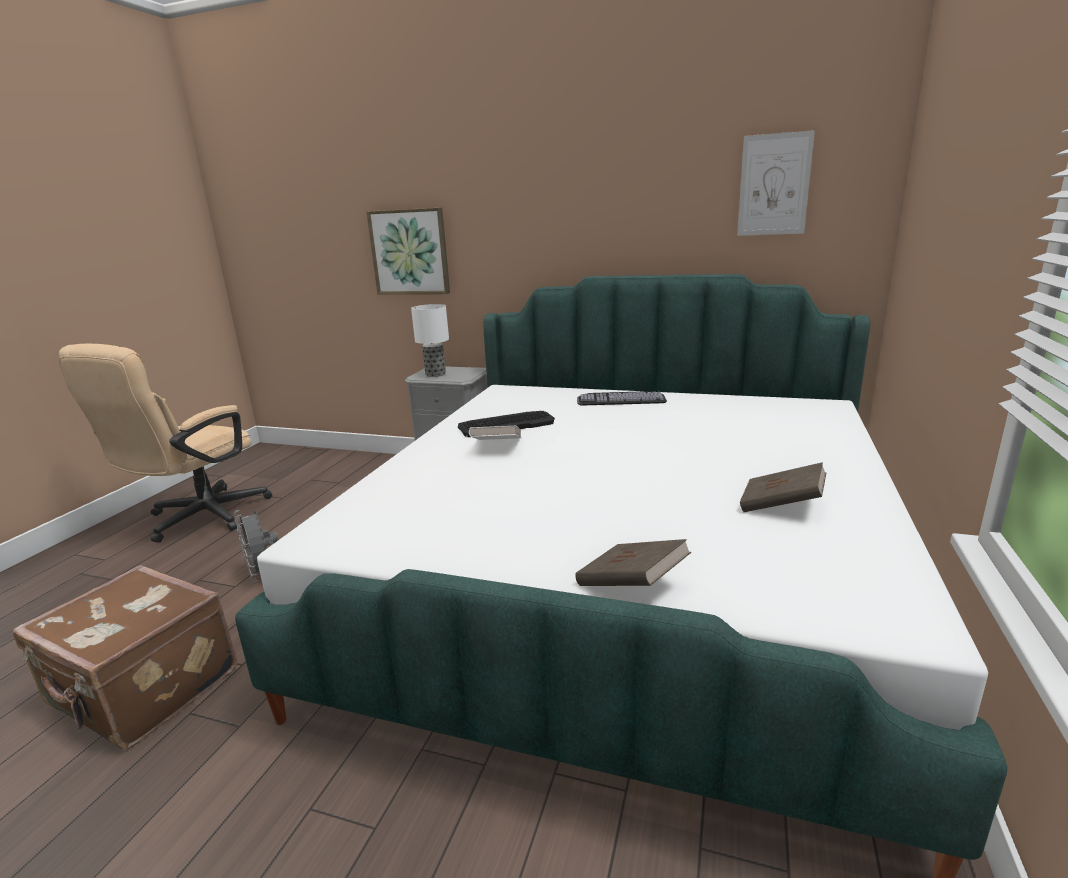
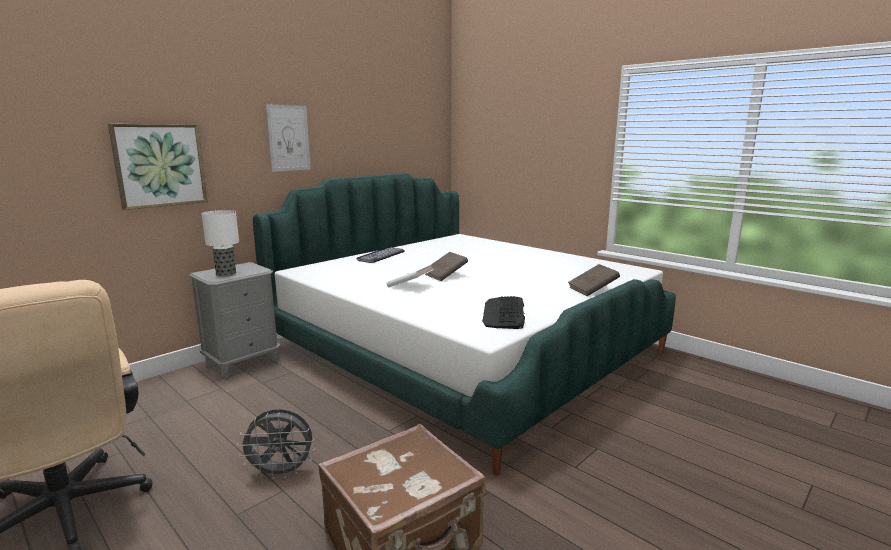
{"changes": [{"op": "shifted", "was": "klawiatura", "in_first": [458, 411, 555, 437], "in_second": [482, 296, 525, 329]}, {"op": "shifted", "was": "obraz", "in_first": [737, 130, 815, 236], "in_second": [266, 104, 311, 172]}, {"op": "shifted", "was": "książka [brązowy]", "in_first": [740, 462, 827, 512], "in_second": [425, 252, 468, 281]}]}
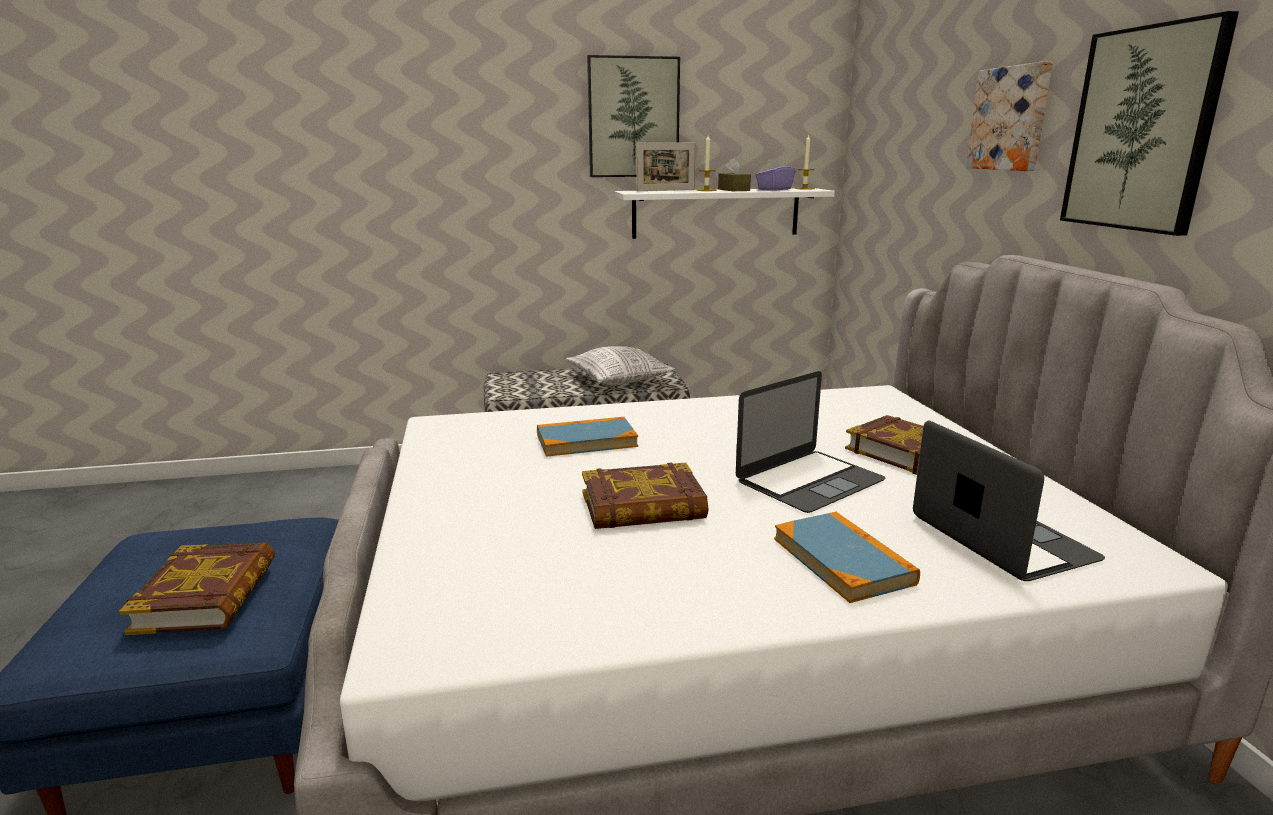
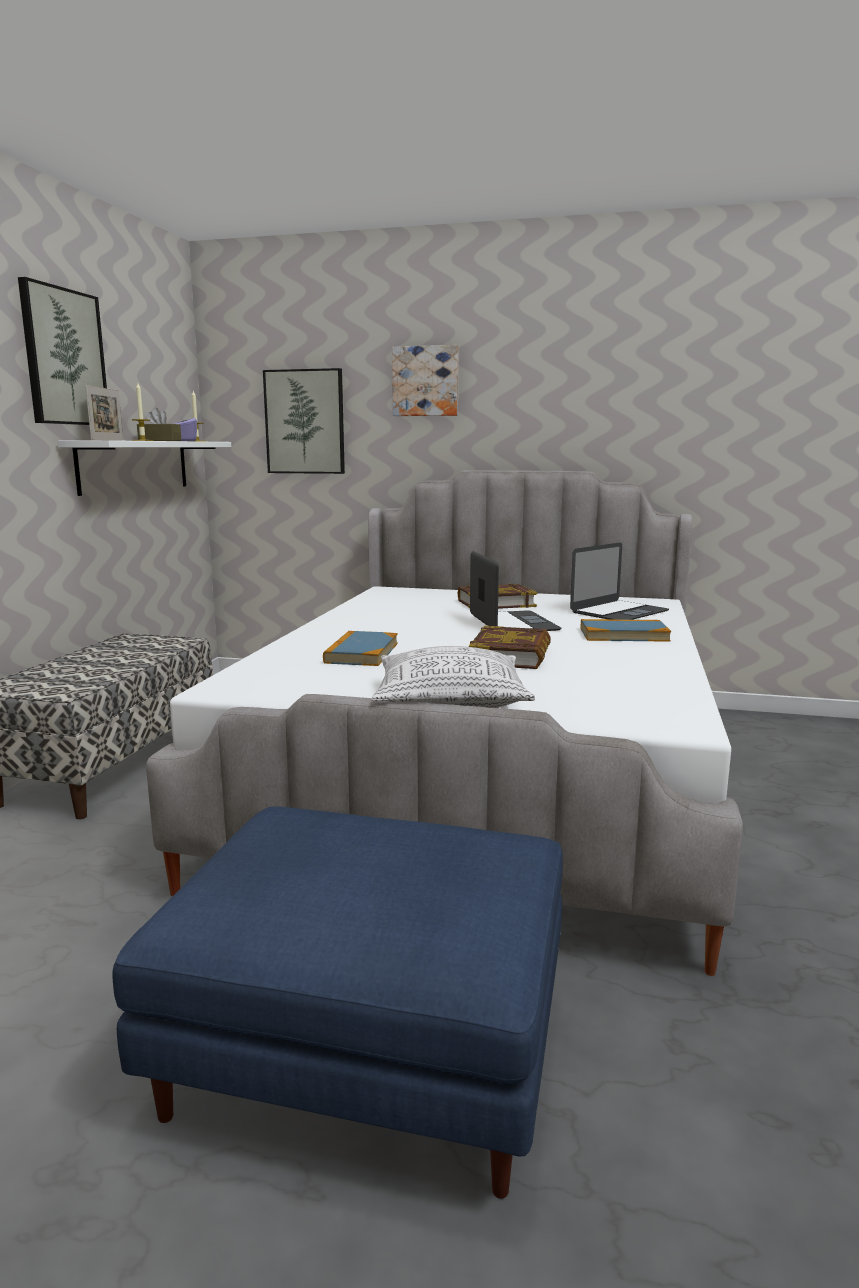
{"changes": [{"op": "gone", "was": "książka", "in_first": [119, 542, 275, 635]}, {"op": "shifted", "was": "poduszka", "in_first": [566, 346, 675, 385], "in_second": [372, 646, 535, 708]}, {"op": "rotated", "was": "laptop", "in_first": [913, 421, 1105, 581], "in_second": [570, 543, 669, 620], "clockwise": 135}, {"op": "shifted", "was": "obraz", "in_first": [1060, 11, 1239, 236], "in_second": [263, 368, 345, 474]}]}
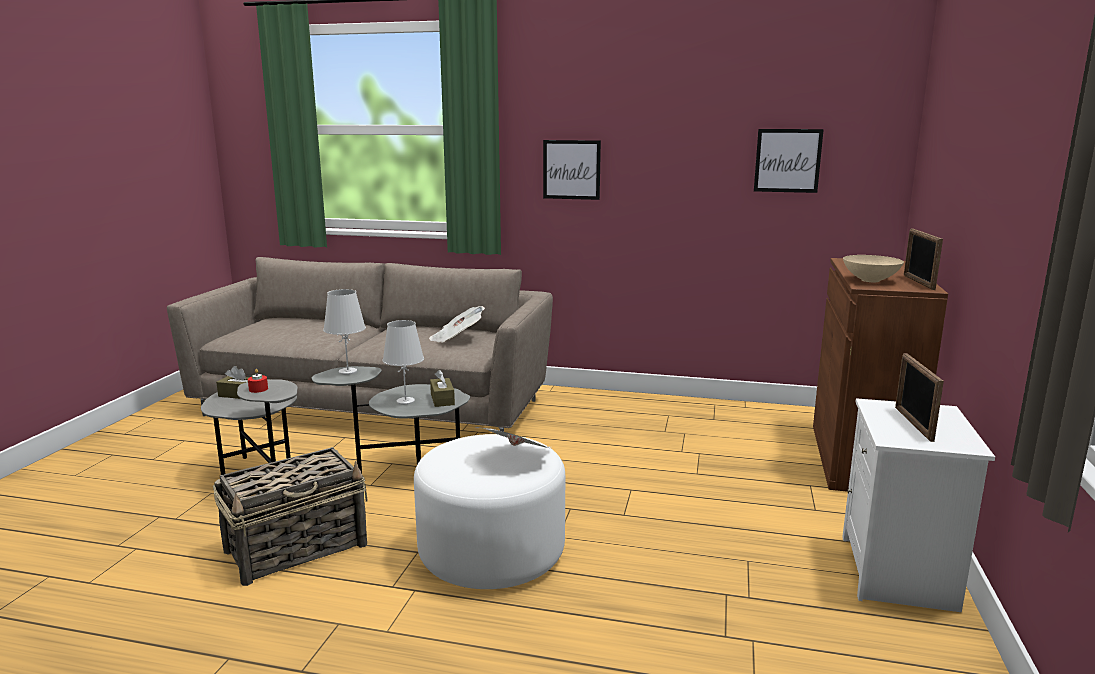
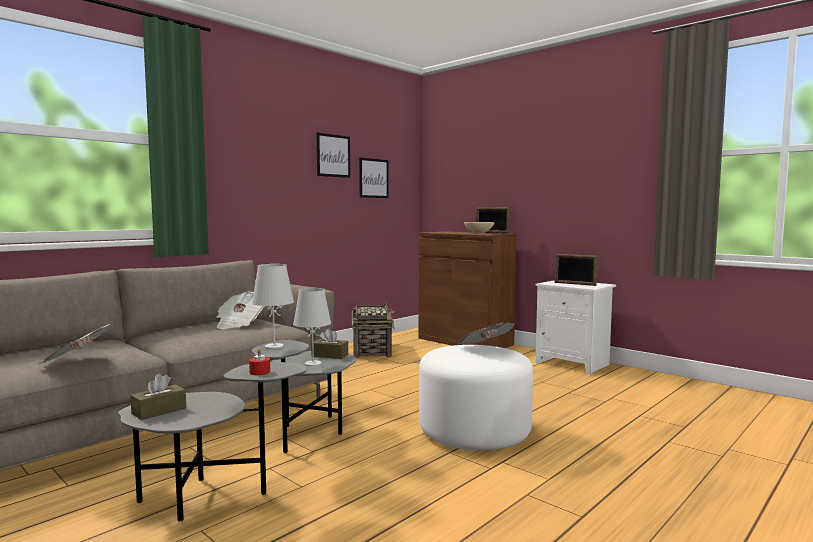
{"changes": [{"op": "shifted", "was": "koszyk", "in_first": [213, 447, 368, 586], "in_second": [352, 301, 395, 358]}, {"op": "shifted", "was": "obraz", "in_first": [543, 140, 601, 200], "in_second": [316, 133, 350, 178]}, {"op": "new", "now": "gazeta", "in_second": [39, 324, 114, 364]}]}
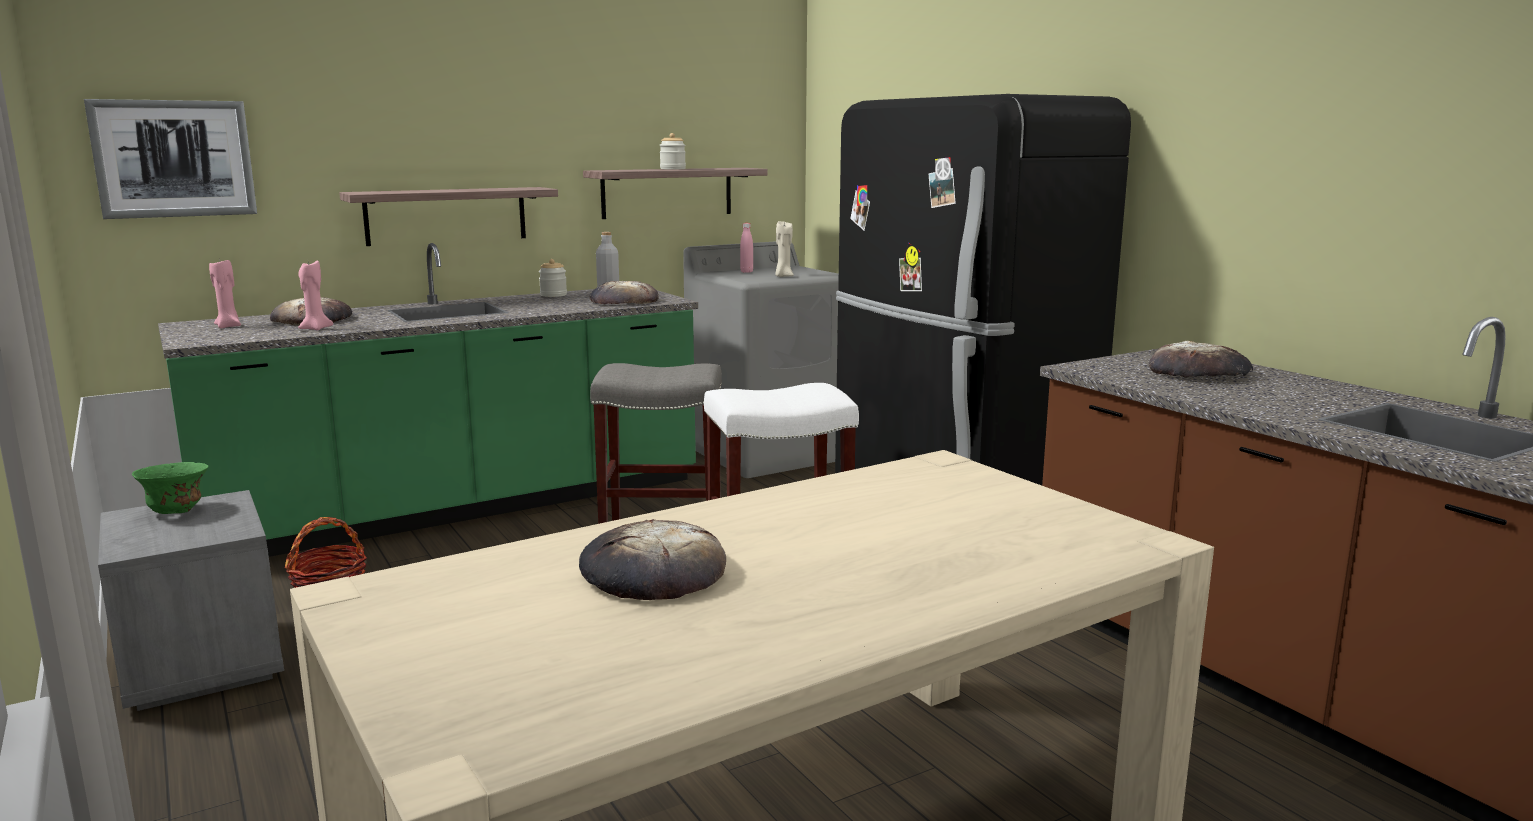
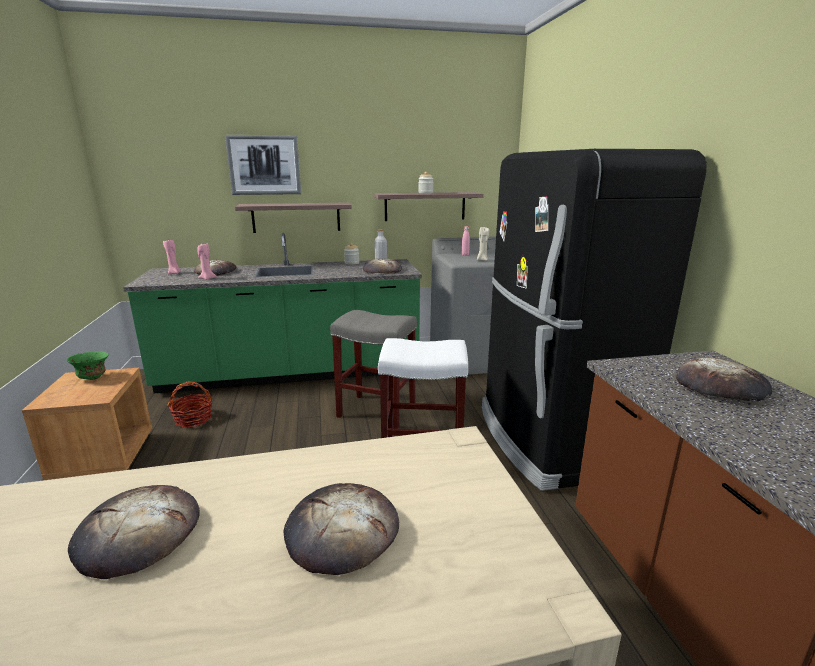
{"changes": [{"op": "shifted", "was": "obraz", "in_first": [84, 99, 257, 219], "in_second": [225, 135, 301, 195]}, {"op": "repainted", "was": "szafka nocna [szary]", "now": "szafka nocna [brązowy]", "in_first": [98, 490, 284, 711], "in_second": [22, 368, 152, 481]}, {"op": "new", "now": "chleb", "in_second": [284, 483, 399, 575]}]}
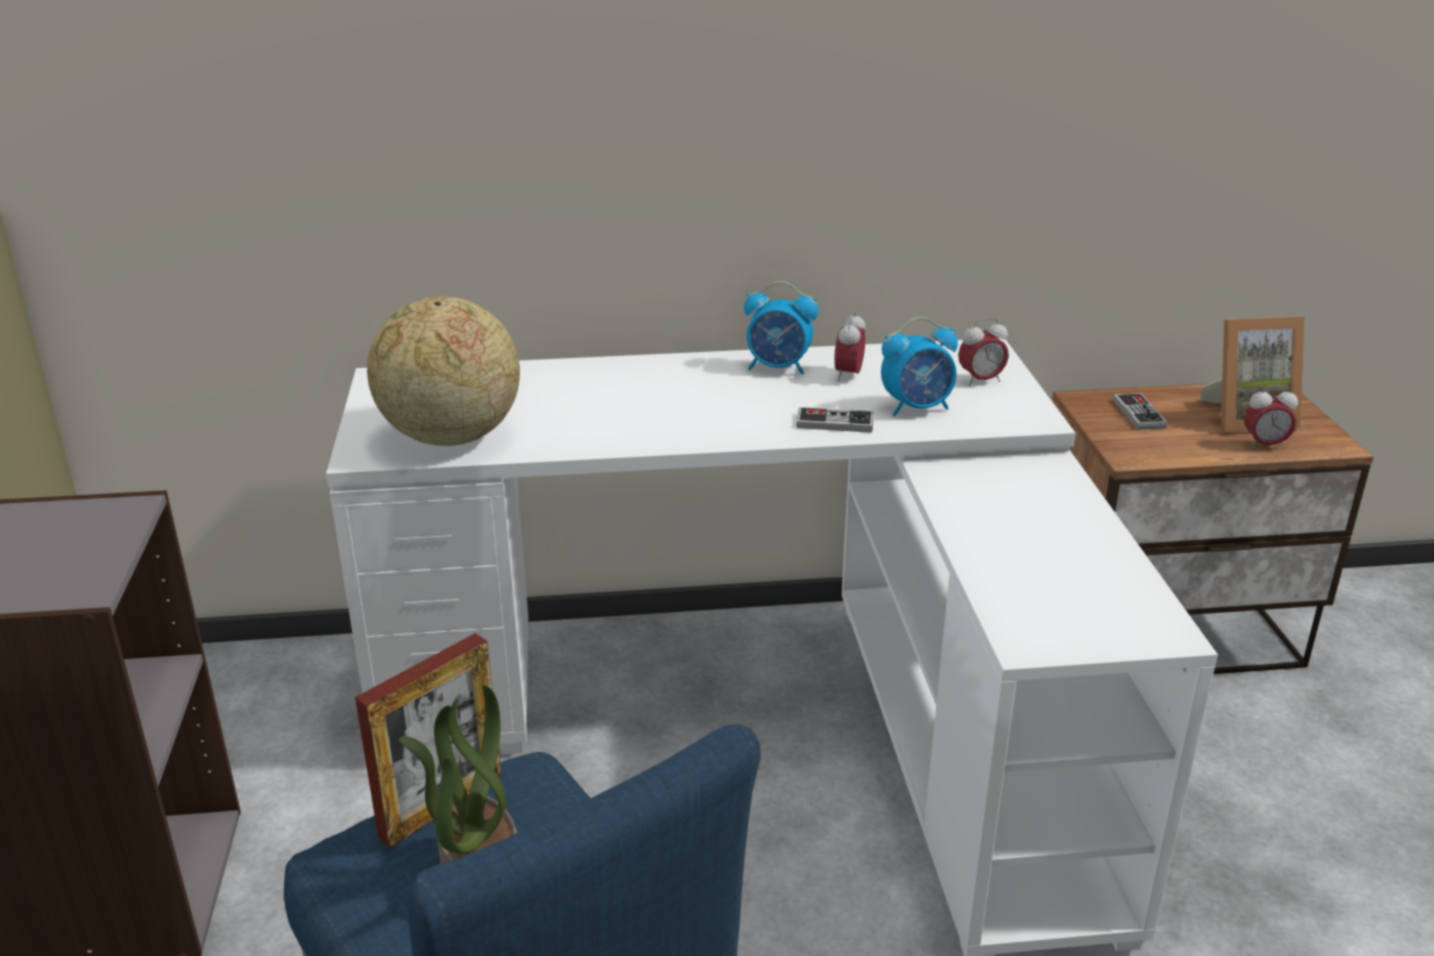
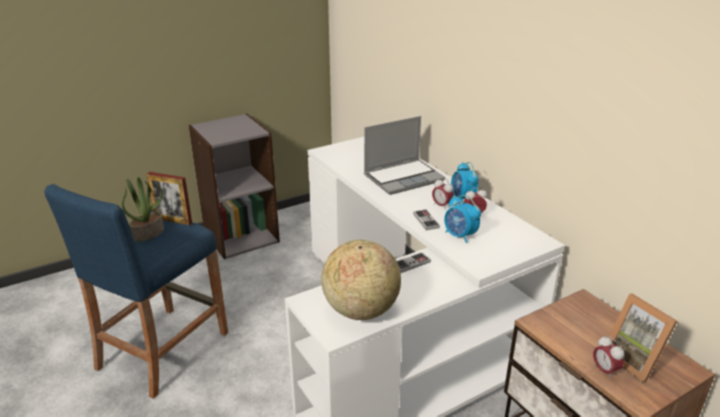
{"changes": [{"op": "shifted", "was": "globus", "in_first": [367, 296, 520, 446], "in_second": [321, 240, 401, 320]}, {"op": "shifted", "was": "budzik", "in_first": [958, 317, 1009, 386], "in_second": [432, 178, 454, 210]}, {"op": "shifted", "was": "pad do gier", "in_first": [1113, 393, 1167, 430], "in_second": [397, 252, 431, 273]}, {"op": "new", "now": "laptop", "in_second": [364, 116, 445, 195]}]}
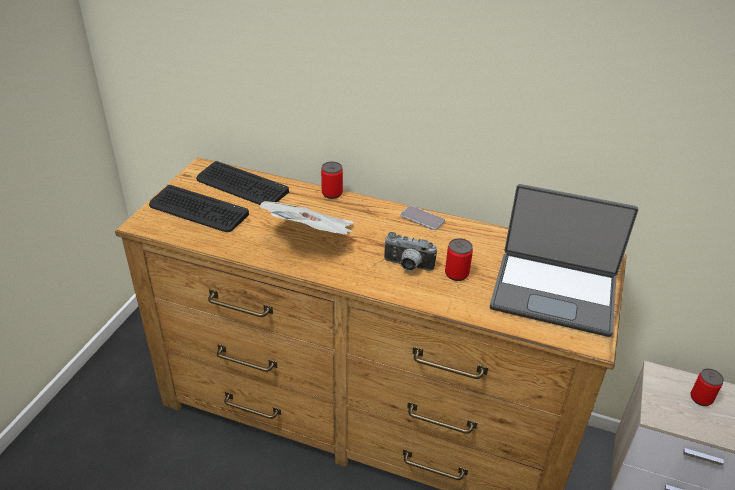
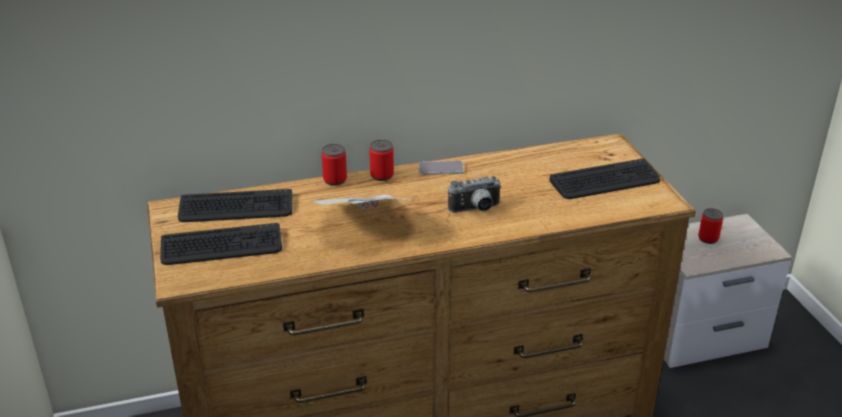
{"changes": [{"op": "shifted", "was": "puszka", "in_first": [445, 238, 473, 281], "in_second": [370, 140, 394, 181]}, {"op": "swapped", "was": "laptop", "now": "klawiatura", "in_first": [490, 184, 638, 337], "in_second": [549, 159, 660, 199]}]}
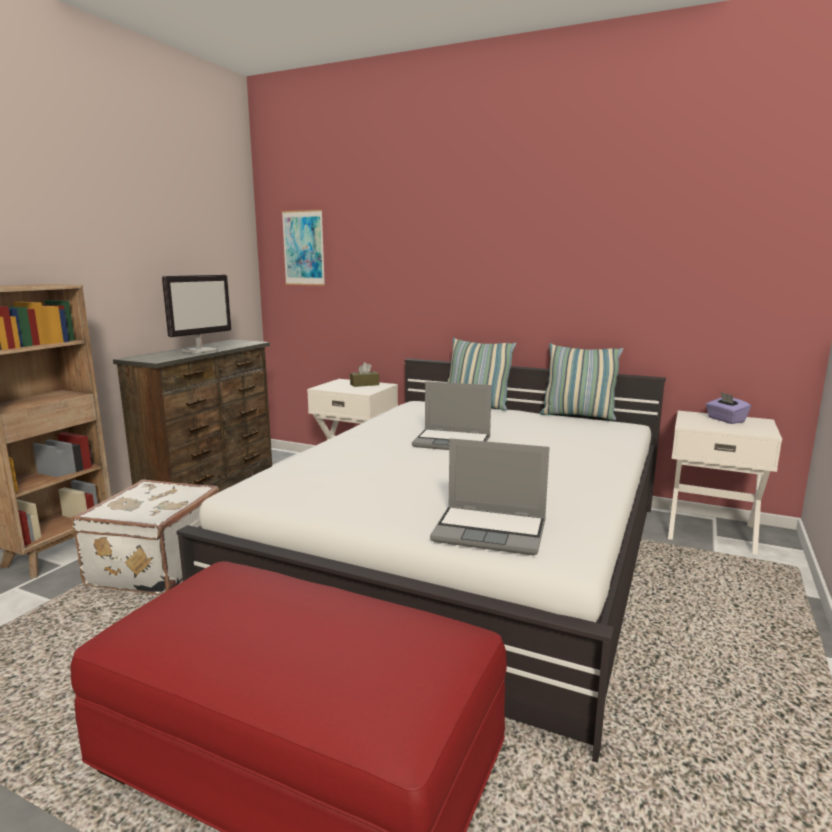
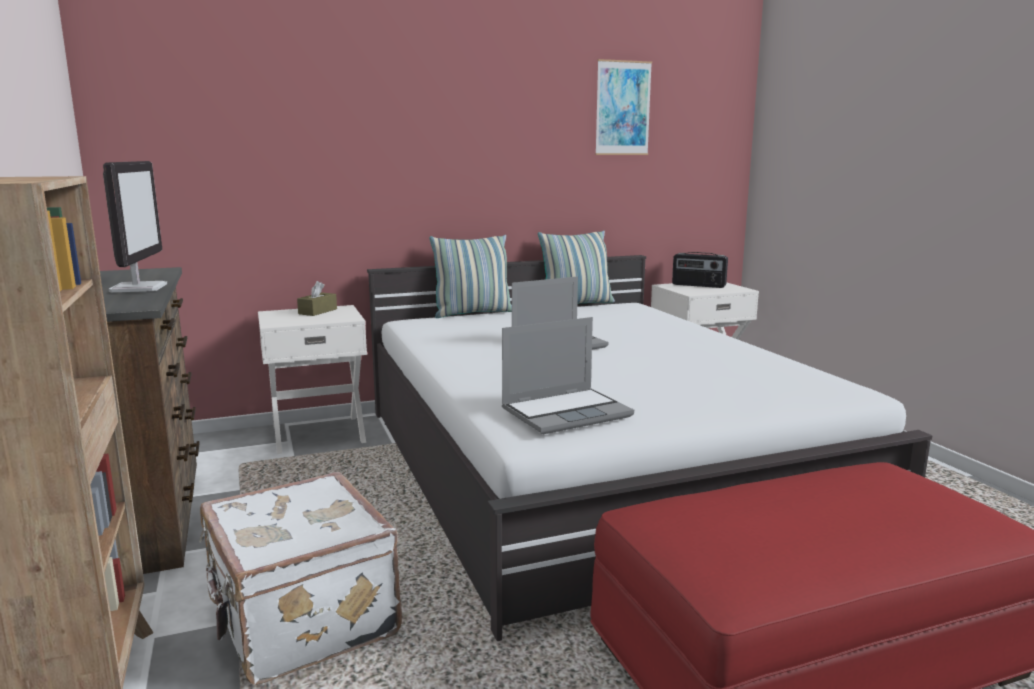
{"changes": [{"op": "shifted", "was": "obraz", "in_first": [282, 210, 325, 285], "in_second": [595, 59, 652, 155]}, {"op": "shifted", "was": "laptop", "in_first": [430, 438, 549, 556], "in_second": [502, 317, 634, 434]}, {"op": "swapped", "was": "pudełko chusteczek [fioletowy]", "now": "radio", "in_first": [706, 392, 751, 424], "in_second": [672, 252, 728, 288]}]}
